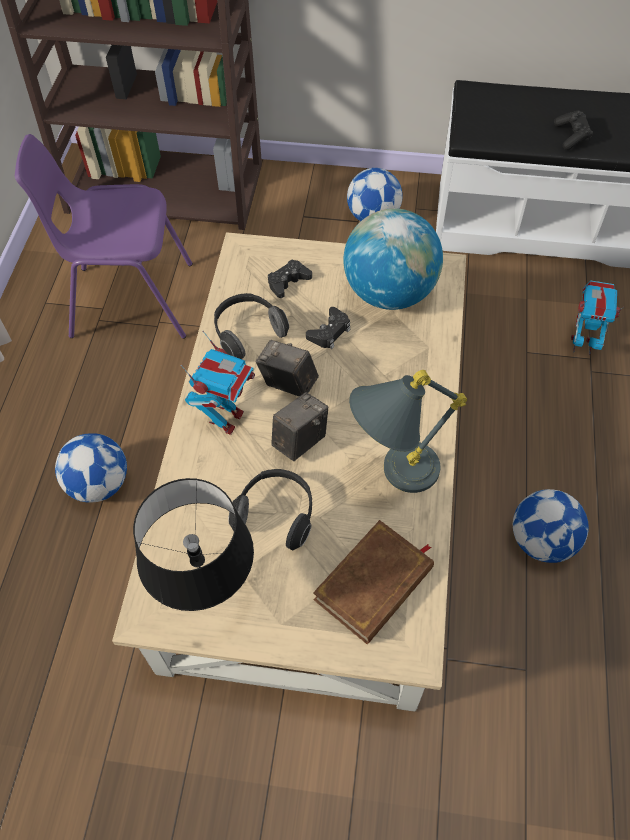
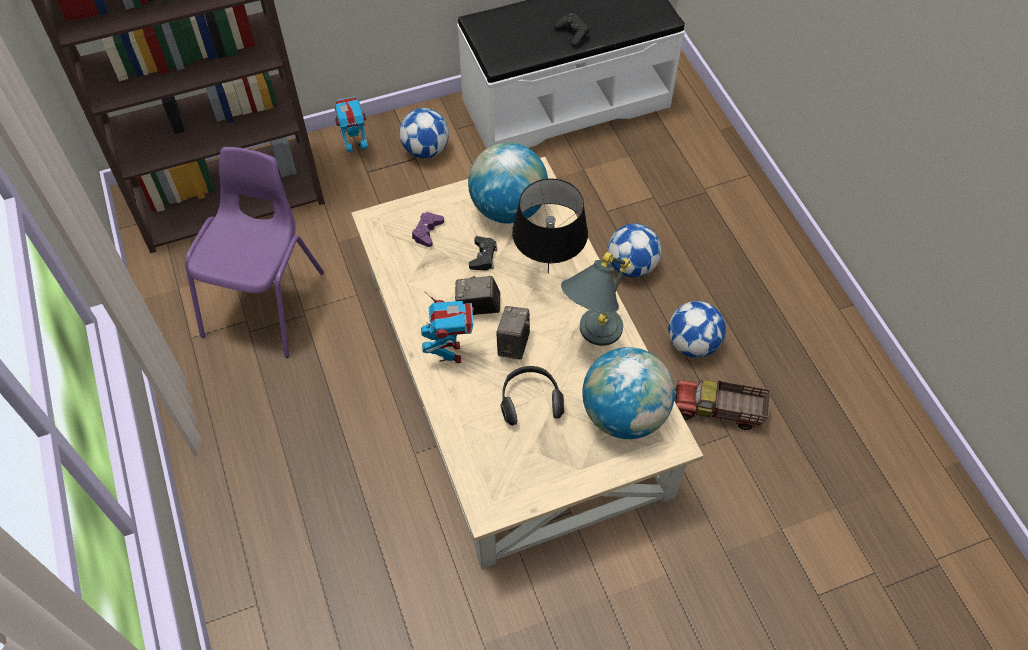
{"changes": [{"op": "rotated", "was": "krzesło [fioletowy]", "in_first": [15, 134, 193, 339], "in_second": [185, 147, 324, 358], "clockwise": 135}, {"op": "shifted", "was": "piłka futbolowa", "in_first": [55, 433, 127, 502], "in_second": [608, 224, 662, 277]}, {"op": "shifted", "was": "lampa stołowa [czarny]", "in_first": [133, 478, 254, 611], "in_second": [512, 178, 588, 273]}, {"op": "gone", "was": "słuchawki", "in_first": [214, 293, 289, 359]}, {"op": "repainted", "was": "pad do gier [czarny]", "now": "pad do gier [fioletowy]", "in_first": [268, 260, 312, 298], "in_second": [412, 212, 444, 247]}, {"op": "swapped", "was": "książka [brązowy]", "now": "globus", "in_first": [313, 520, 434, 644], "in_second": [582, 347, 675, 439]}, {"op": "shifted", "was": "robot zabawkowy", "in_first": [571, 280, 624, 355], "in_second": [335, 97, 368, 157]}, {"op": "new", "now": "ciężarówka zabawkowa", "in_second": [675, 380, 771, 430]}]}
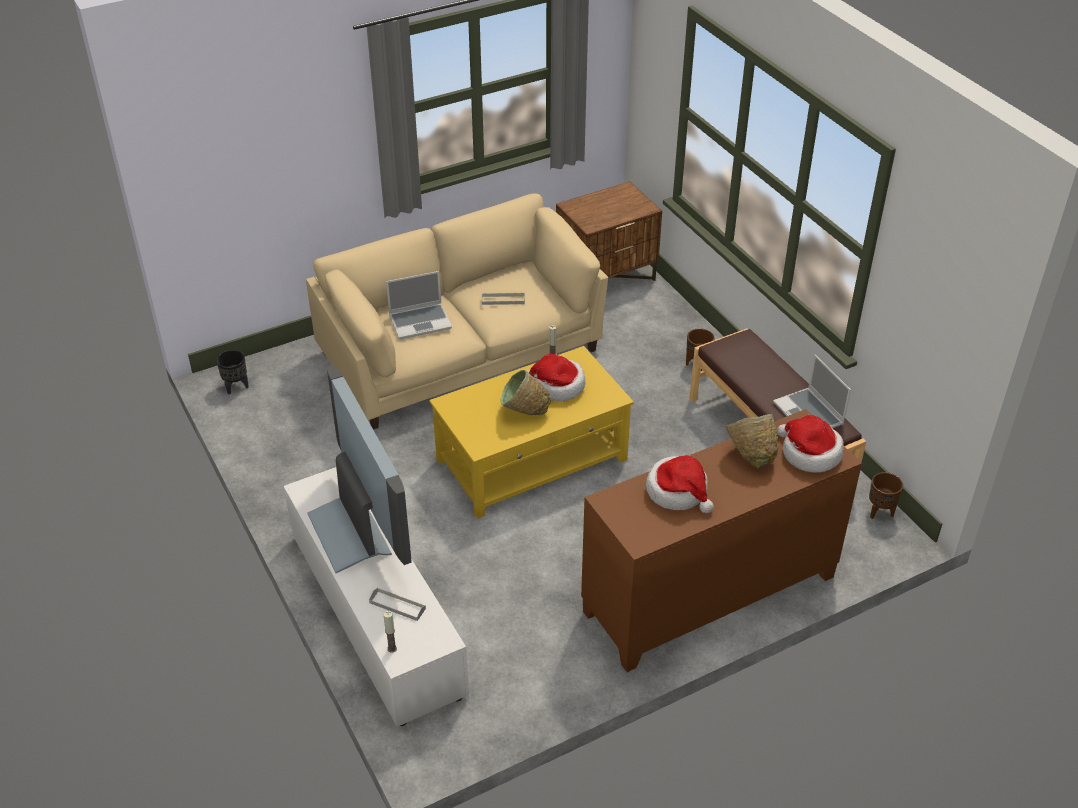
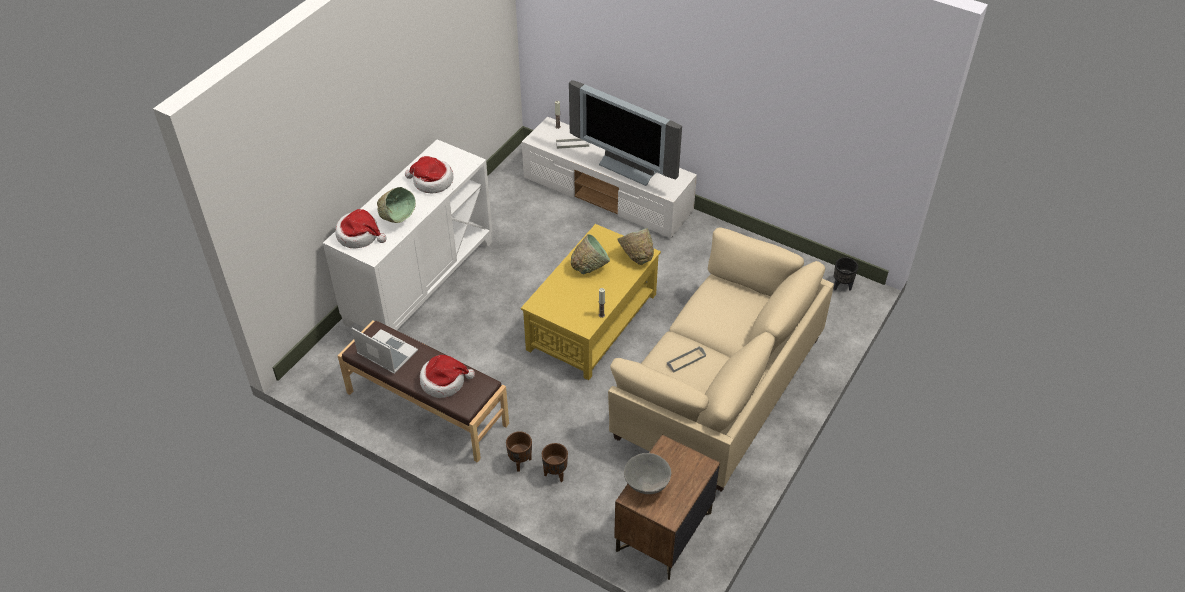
{"changes": [{"op": "gone", "was": "laptop", "in_first": [386, 271, 452, 339]}, {"op": "shifted", "was": "kapelusz", "in_first": [527, 354, 586, 401], "in_second": [420, 355, 475, 398]}, {"op": "repainted", "was": "szafka [brązowy]", "now": "szafka [biały]", "in_first": [581, 409, 862, 672], "in_second": [323, 139, 492, 330]}, {"op": "shifted", "was": "donica [brązowy]", "in_first": [869, 472, 903, 519], "in_second": [542, 443, 568, 482]}, {"op": "new", "now": "miska [zielony]", "in_second": [617, 228, 654, 265]}, {"op": "new", "now": "miska [szary]", "in_second": [624, 453, 671, 494]}]}
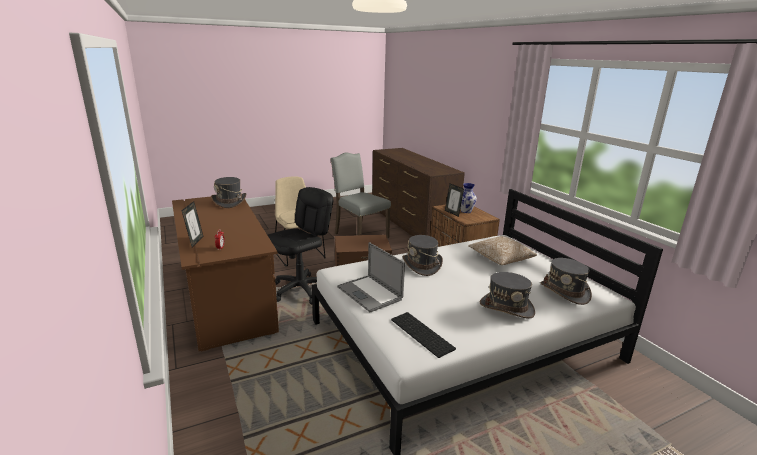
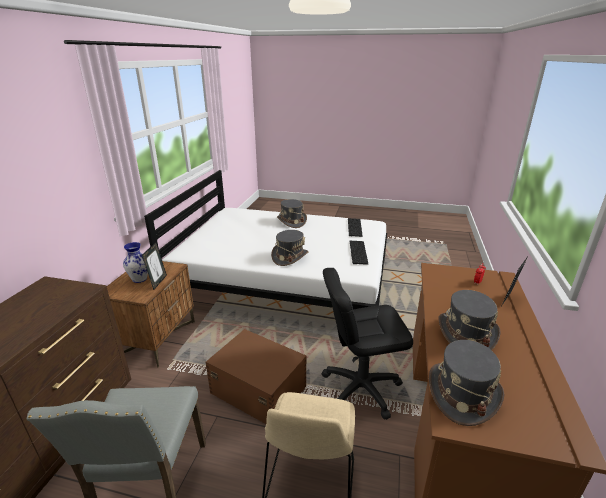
{"changes": [{"op": "swapped", "was": "laptop", "now": "klawiatura", "in_first": [337, 242, 405, 312], "in_second": [349, 241, 368, 265]}, {"op": "gone", "was": "poduszka", "in_first": [468, 236, 537, 265]}, {"op": "shifted", "was": "kapelusz [szary]", "in_first": [540, 258, 592, 305], "in_second": [439, 290, 501, 350]}]}
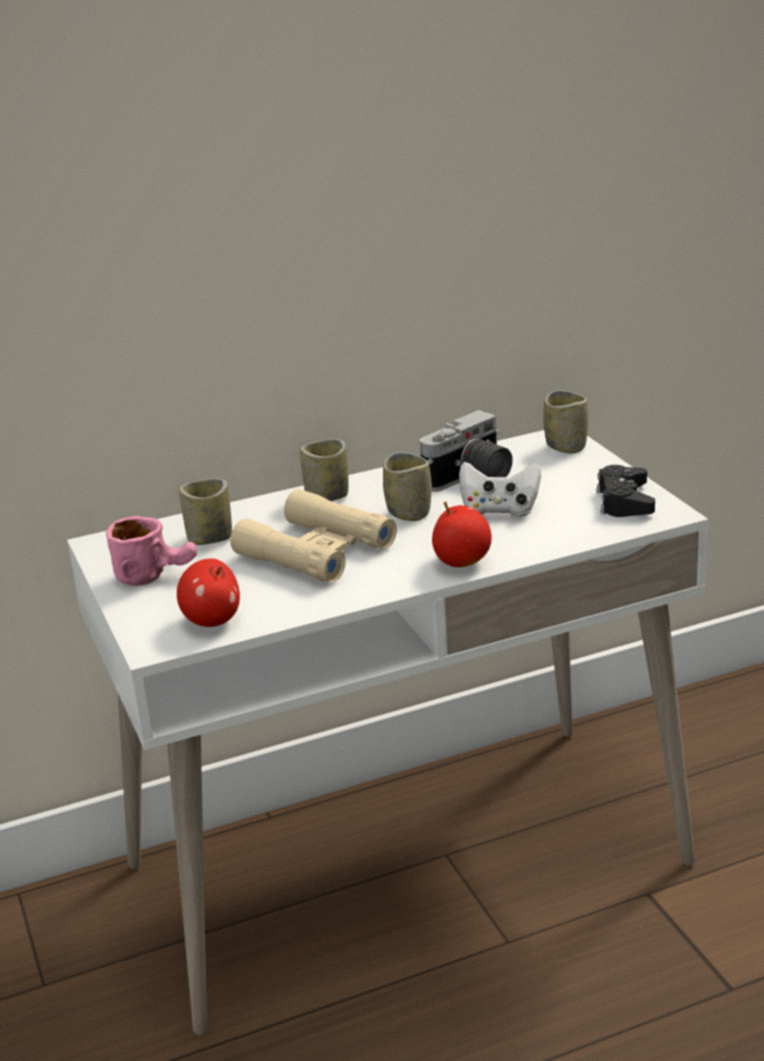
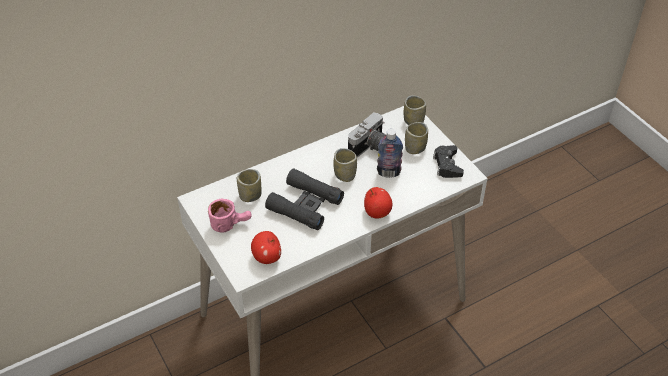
{"changes": [{"op": "repainted", "was": "lornetka [beżowy]", "now": "lornetka [czarny]", "in_first": [230, 489, 397, 582], "in_second": [265, 169, 344, 230]}, {"op": "shifted", "was": "filiżanka", "in_first": [300, 439, 349, 501], "in_second": [405, 122, 428, 154]}, {"op": "swapped", "was": "pad do gier [biały]", "now": "butelka", "in_first": [459, 462, 541, 517], "in_second": [377, 129, 403, 178]}]}
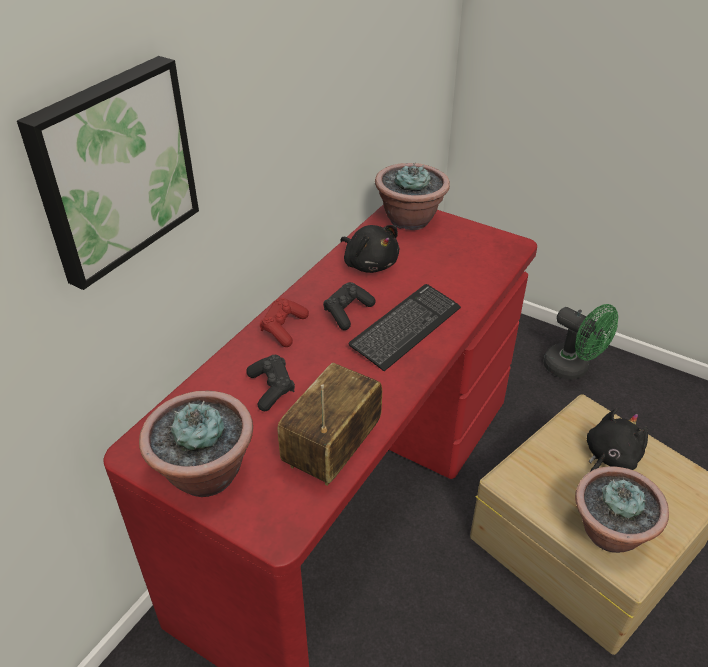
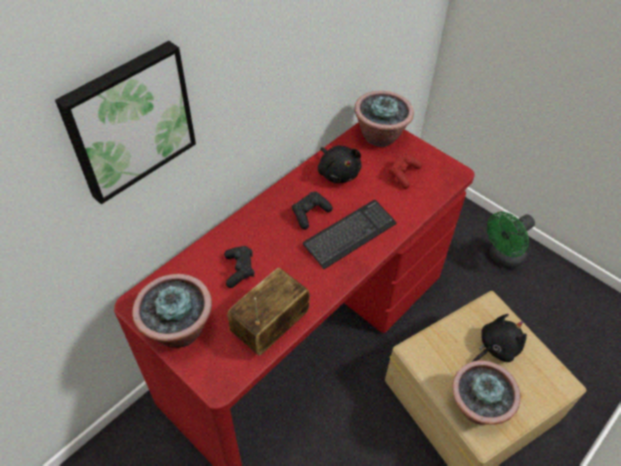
{"changes": [{"op": "shifted", "was": "pad do gier [czerwony]", "in_first": [260, 298, 309, 347], "in_second": [389, 152, 422, 189]}, {"op": "rotated", "was": "wentylator [zielony]", "in_first": [543, 304, 618, 380], "in_second": [487, 212, 535, 269], "clockwise": 90}]}
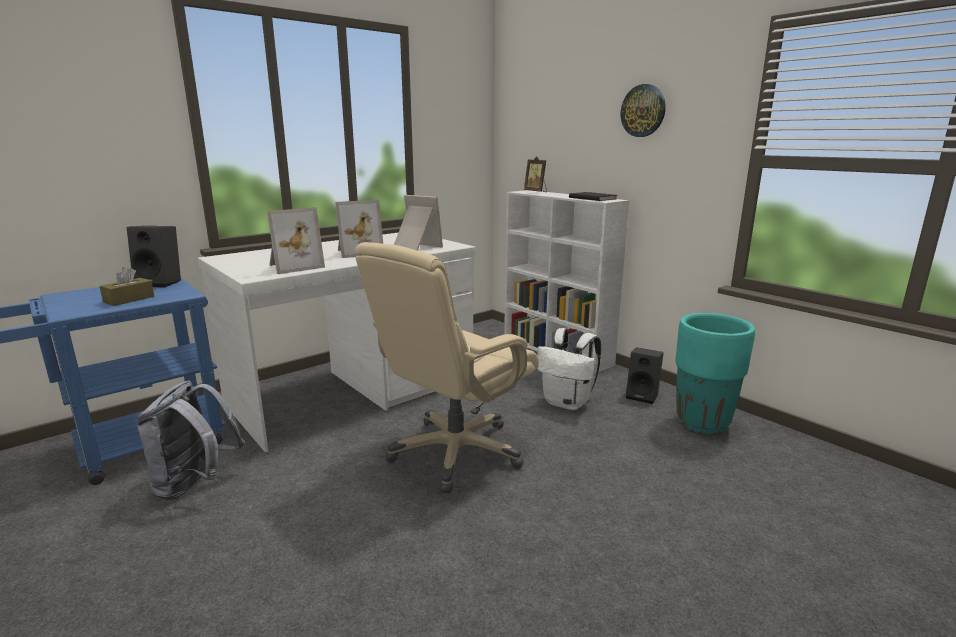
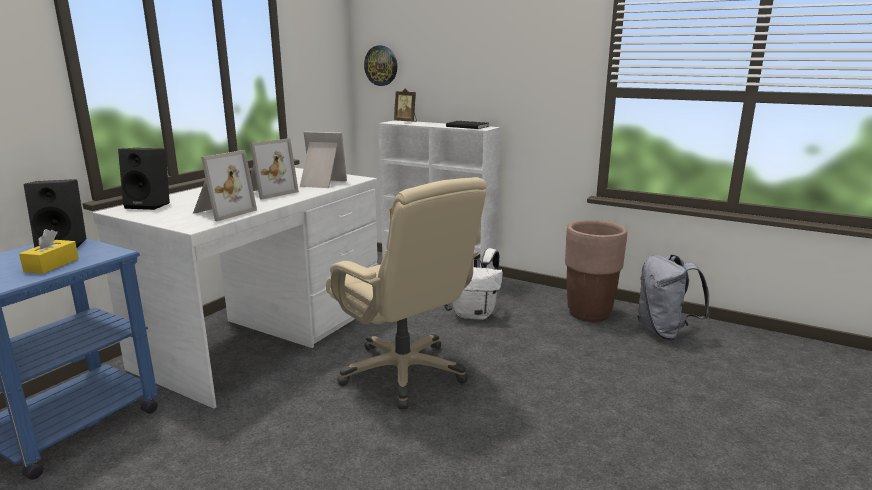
{"changes": [{"op": "repainted", "was": "pudełko chusteczek [brązowy]", "now": "pudełko chusteczek [żółty]", "in_first": [99, 267, 154, 306], "in_second": [19, 229, 79, 274]}, {"op": "shifted", "was": "plecak [szary]", "in_first": [137, 381, 245, 500], "in_second": [637, 255, 709, 341]}, {"op": "rotated", "was": "krzesło biurowe [beżowy]", "in_first": [355, 242, 539, 493], "in_second": [326, 177, 486, 409], "clockwise": -60}, {"op": "shifted", "was": "zegar ścienny", "in_first": [621, 84, 666, 137], "in_second": [364, 46, 397, 86]}, {"op": "shifted", "was": "głośnik [czarny]", "in_first": [626, 347, 664, 404], "in_second": [118, 148, 170, 210]}, {"op": "repainted", "was": "donica [turkusowy]", "now": "donica [brązowy]", "in_first": [675, 313, 755, 435], "in_second": [565, 220, 627, 322]}]}
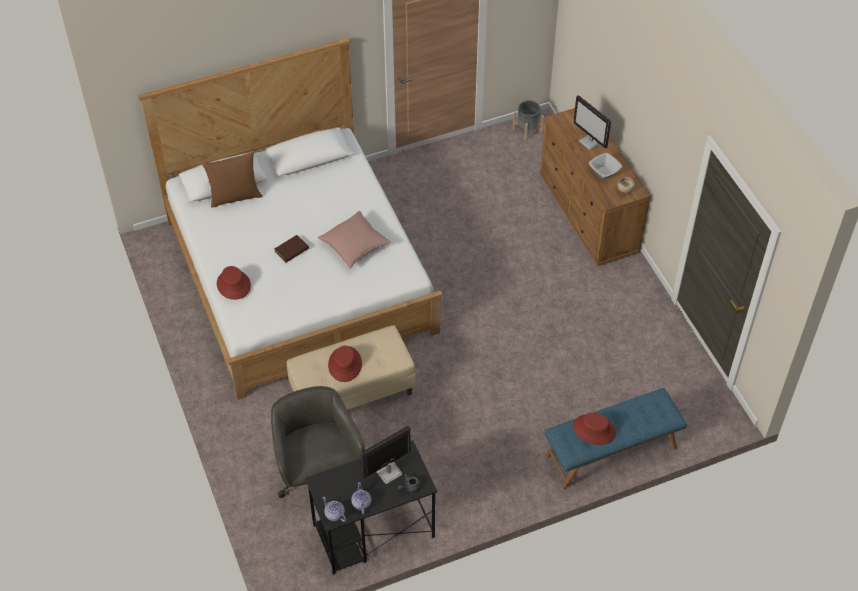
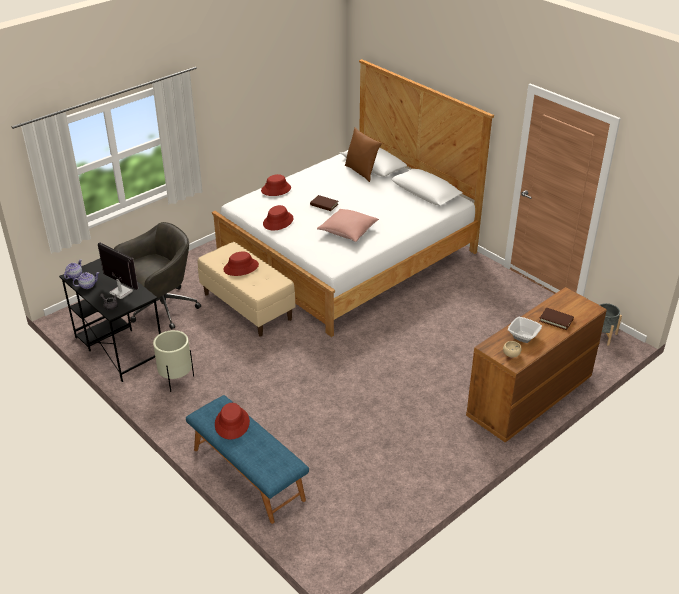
{"changes": [{"op": "swapped", "was": "monitor", "now": "książka [brązowy]", "in_first": [573, 95, 611, 150], "in_second": [539, 307, 574, 330]}, {"op": "new", "now": "donica [beżowy]", "in_second": [153, 330, 194, 392]}, {"op": "new", "now": "kapelusz [czerwony]", "in_second": [263, 205, 294, 230]}]}
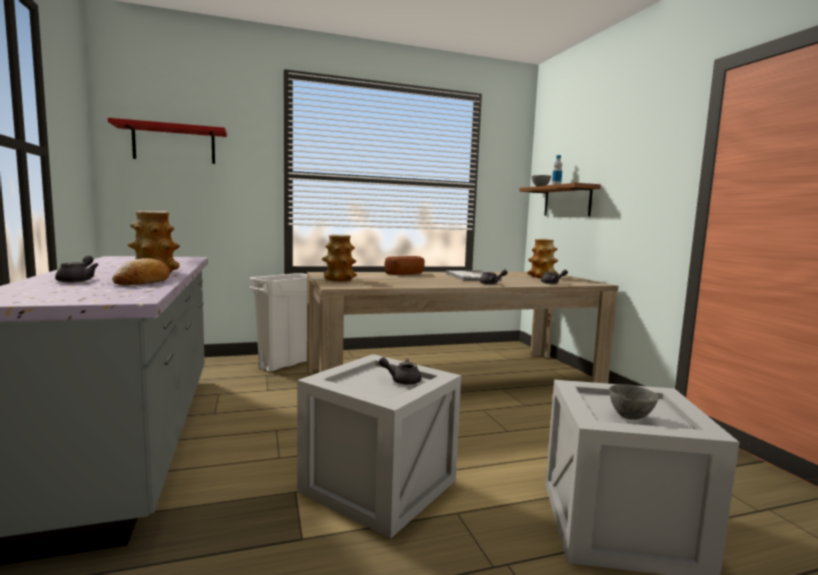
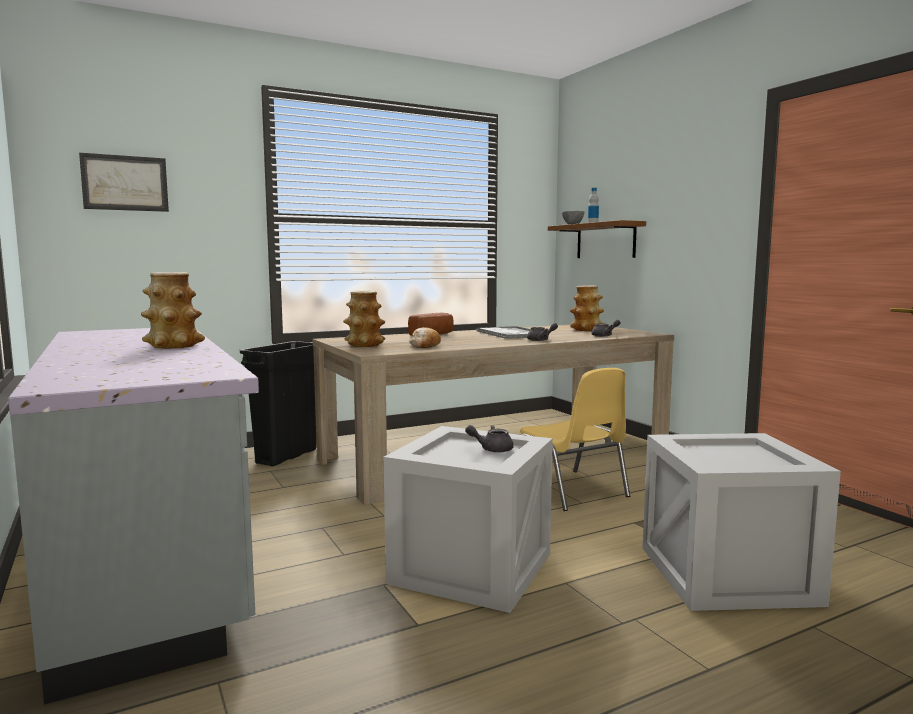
{"changes": [{"op": "gone", "was": "imbryk [szary]", "in_first": [55, 255, 98, 283]}, {"op": "swapped", "was": "półka [czerwony]", "now": "obraz", "in_first": [108, 118, 227, 164], "in_second": [79, 153, 169, 212]}, {"op": "shifted", "was": "chleb", "in_first": [112, 258, 170, 285], "in_second": [409, 327, 441, 348]}, {"op": "repainted", "was": "kosz na śmieci [biały]", "now": "kosz na śmieci [czarny]", "in_first": [250, 273, 307, 372], "in_second": [240, 341, 316, 467]}, {"op": "gone", "was": "miska [szary]", "in_first": [609, 384, 658, 420]}, {"op": "new", "now": "krzesło [żółty]", "in_second": [520, 368, 630, 511]}]}
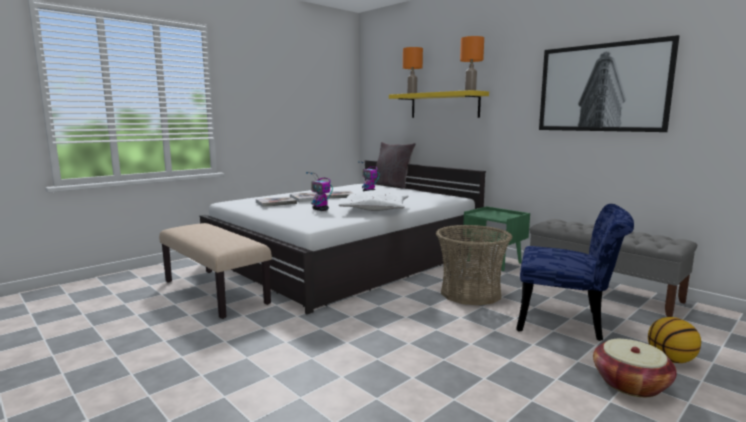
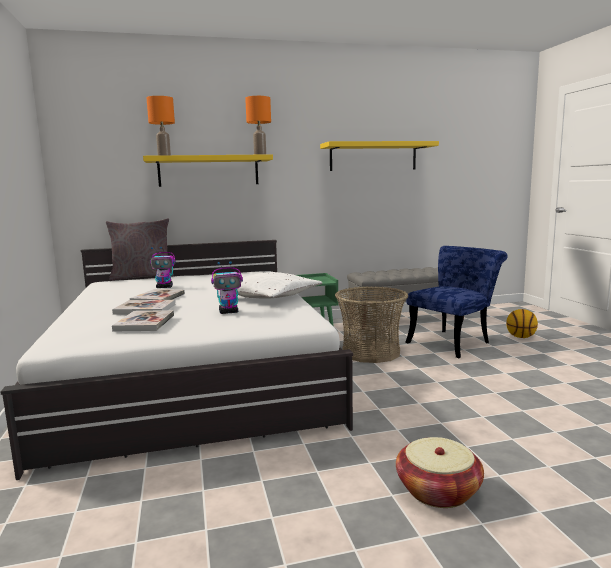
{"changes": [{"op": "gone", "was": "ławka [beżowy]", "in_first": [159, 223, 272, 319]}, {"op": "swapped", "was": "obraz", "now": "półka [żółty]", "in_first": [539, 35, 679, 132], "in_second": [320, 141, 439, 171]}, {"op": "shifted", "was": "koszyk", "in_first": [593, 339, 677, 397], "in_second": [396, 437, 484, 508]}]}
